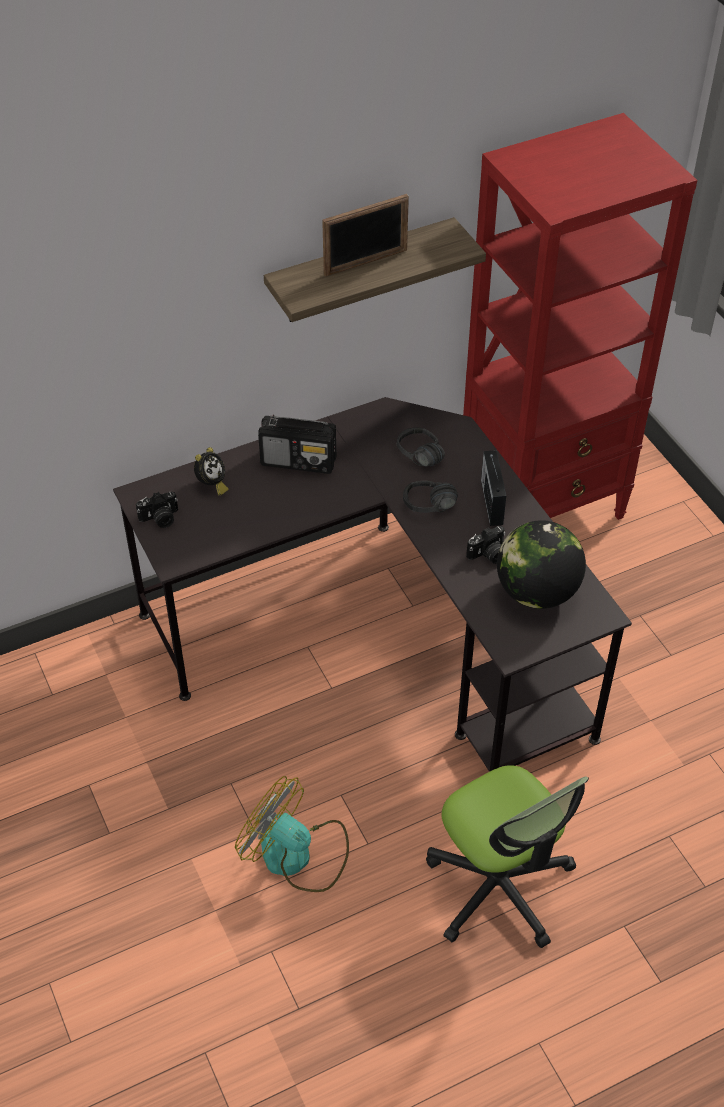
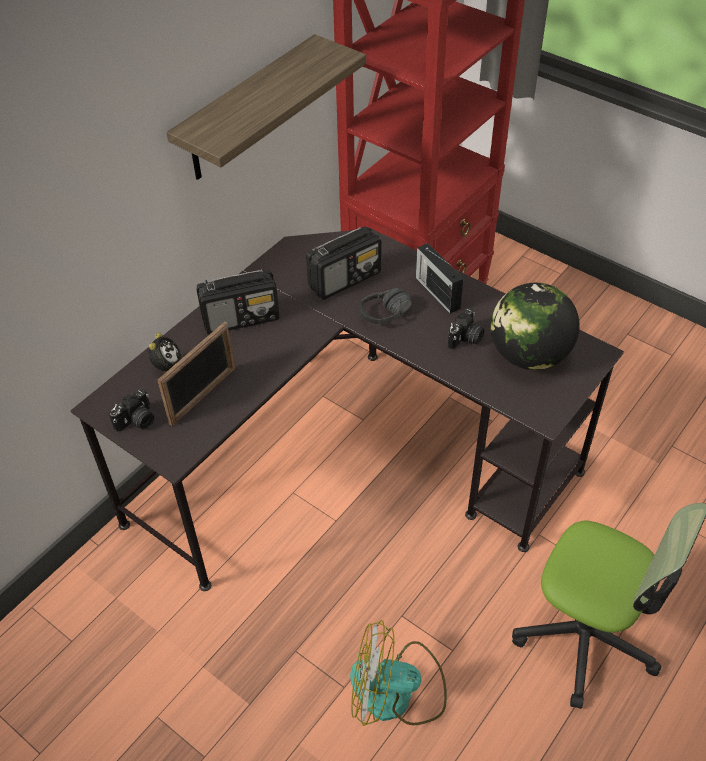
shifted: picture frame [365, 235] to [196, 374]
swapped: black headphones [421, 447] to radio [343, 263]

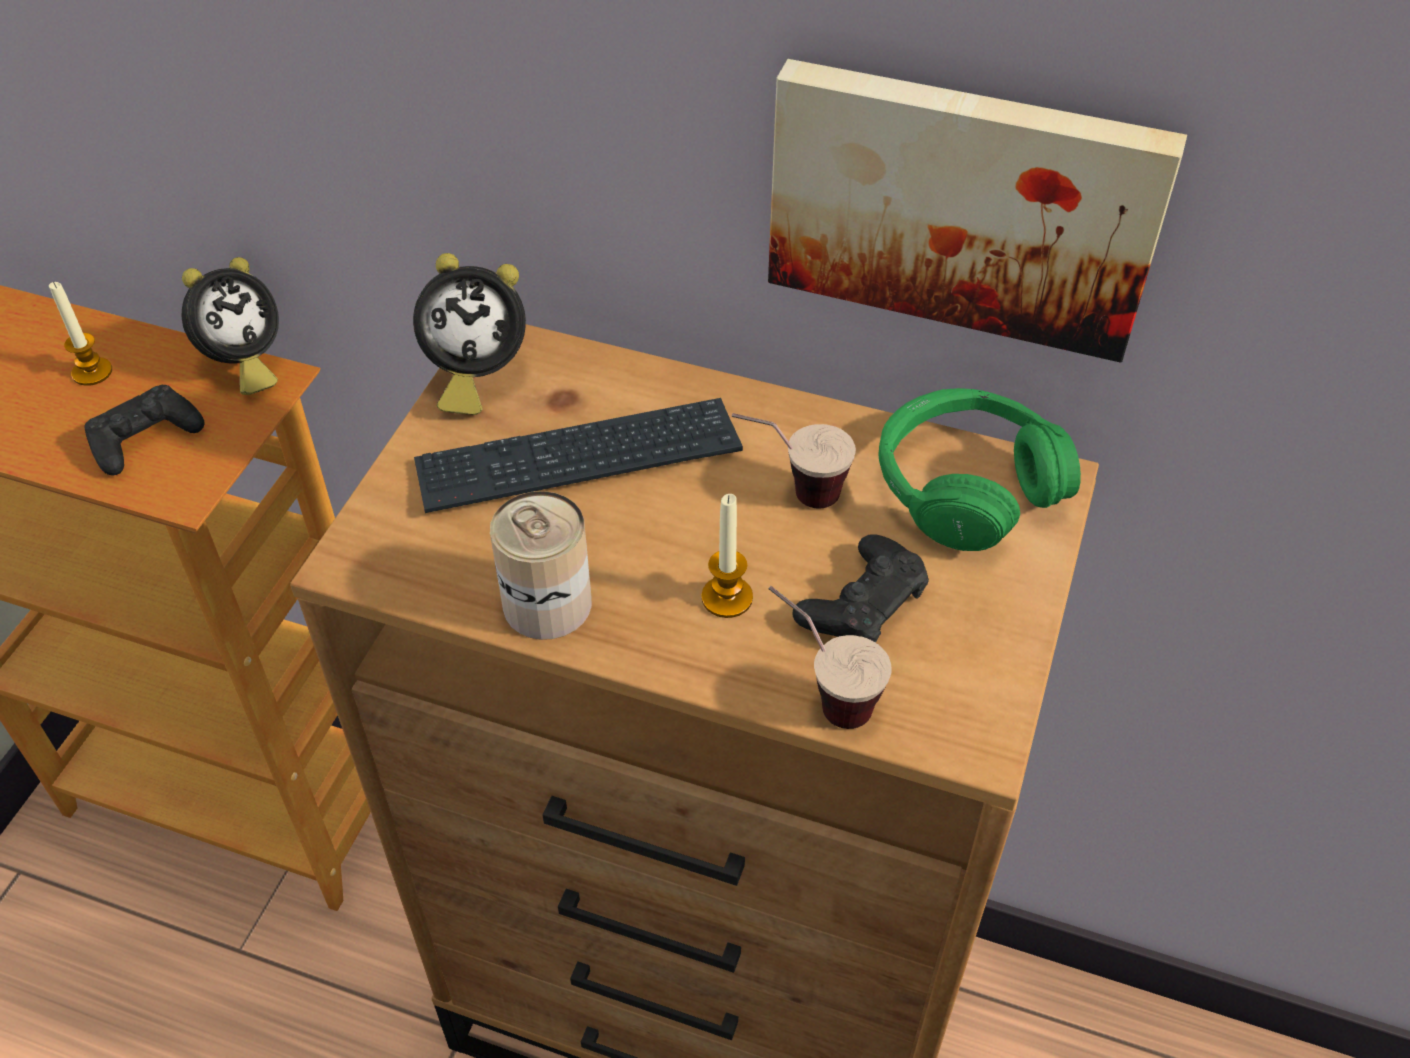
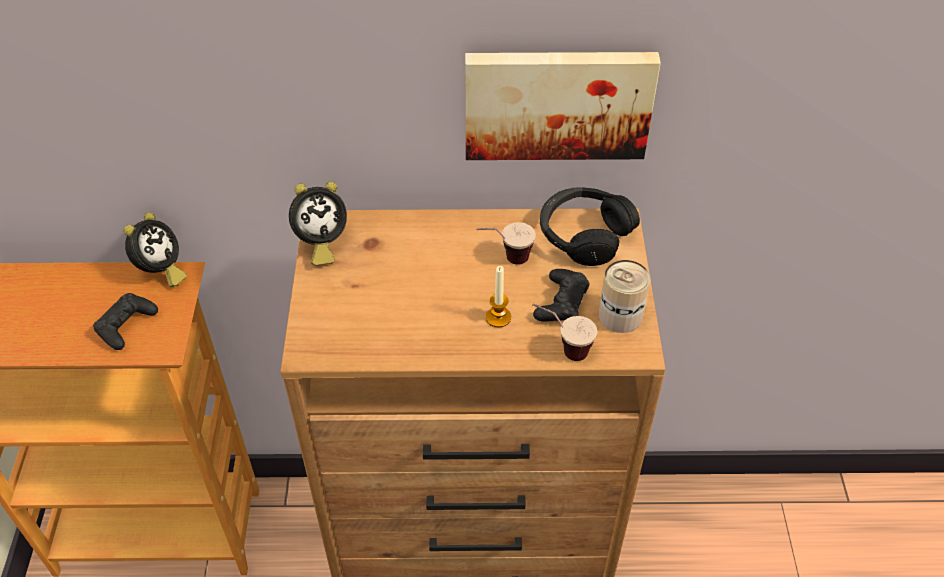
gone: candle [80, 334]; keyboard [578, 455]
shifted: can [541, 565] to [624, 296]
repainted: green headphones [979, 469] to black headphones [590, 226]

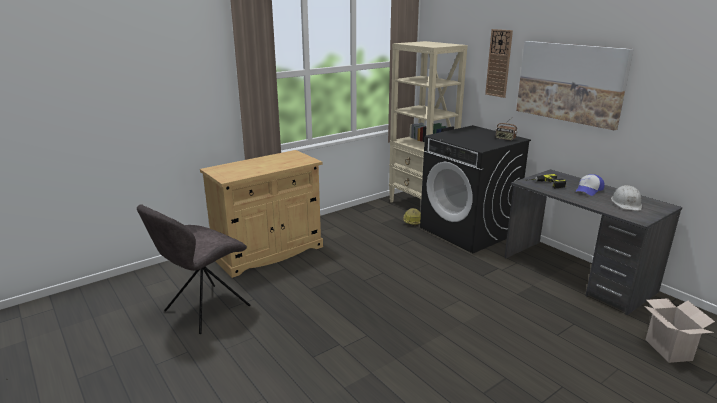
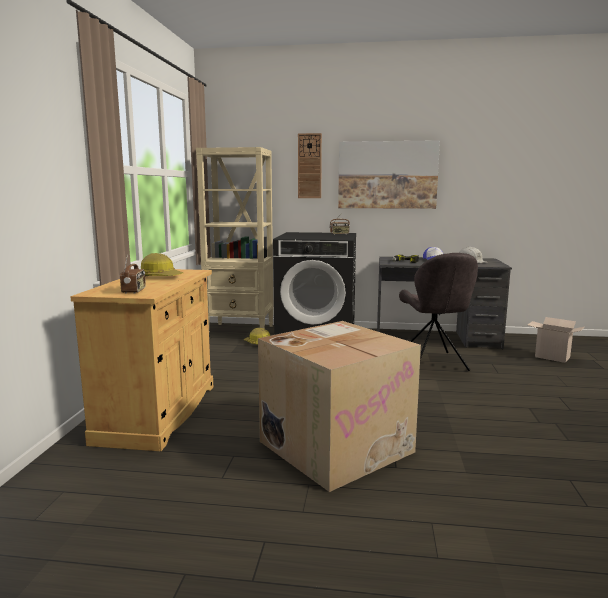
new: radio [133, 273]; hard hat [162, 265]; cardboard box [339, 406]
shifted: grey chair [193, 269] to [438, 312]

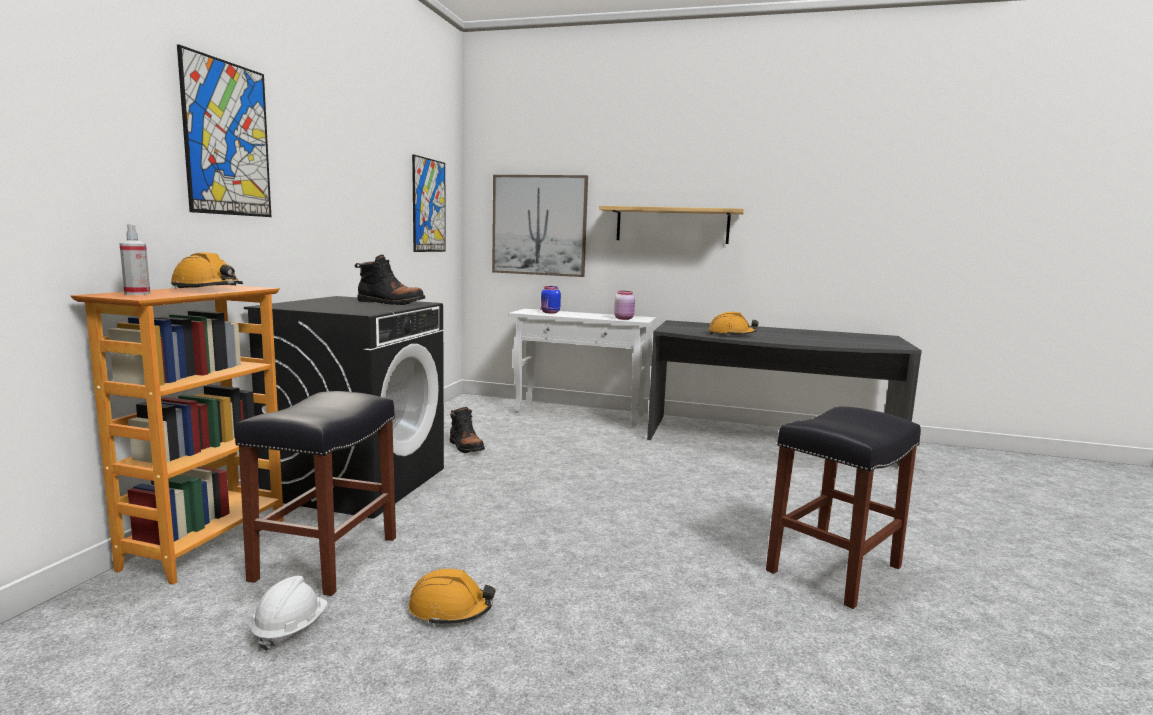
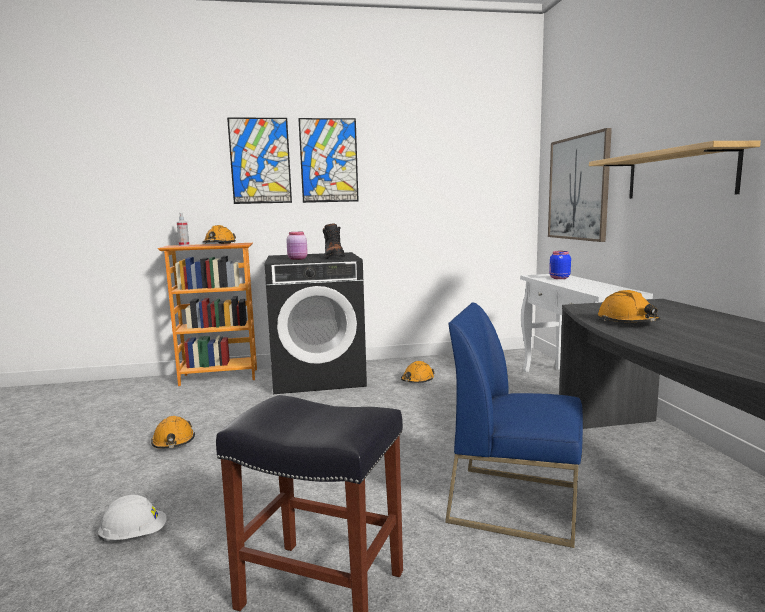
gone: black stool [315, 493]
new: blue chair [514, 425]
shifted: picture [429, 203] to [328, 160]; pink jar [624, 305] to [297, 246]; white hard hat [289, 613] to [132, 518]
swapped: black boot [467, 430] to orange hard hat [418, 372]

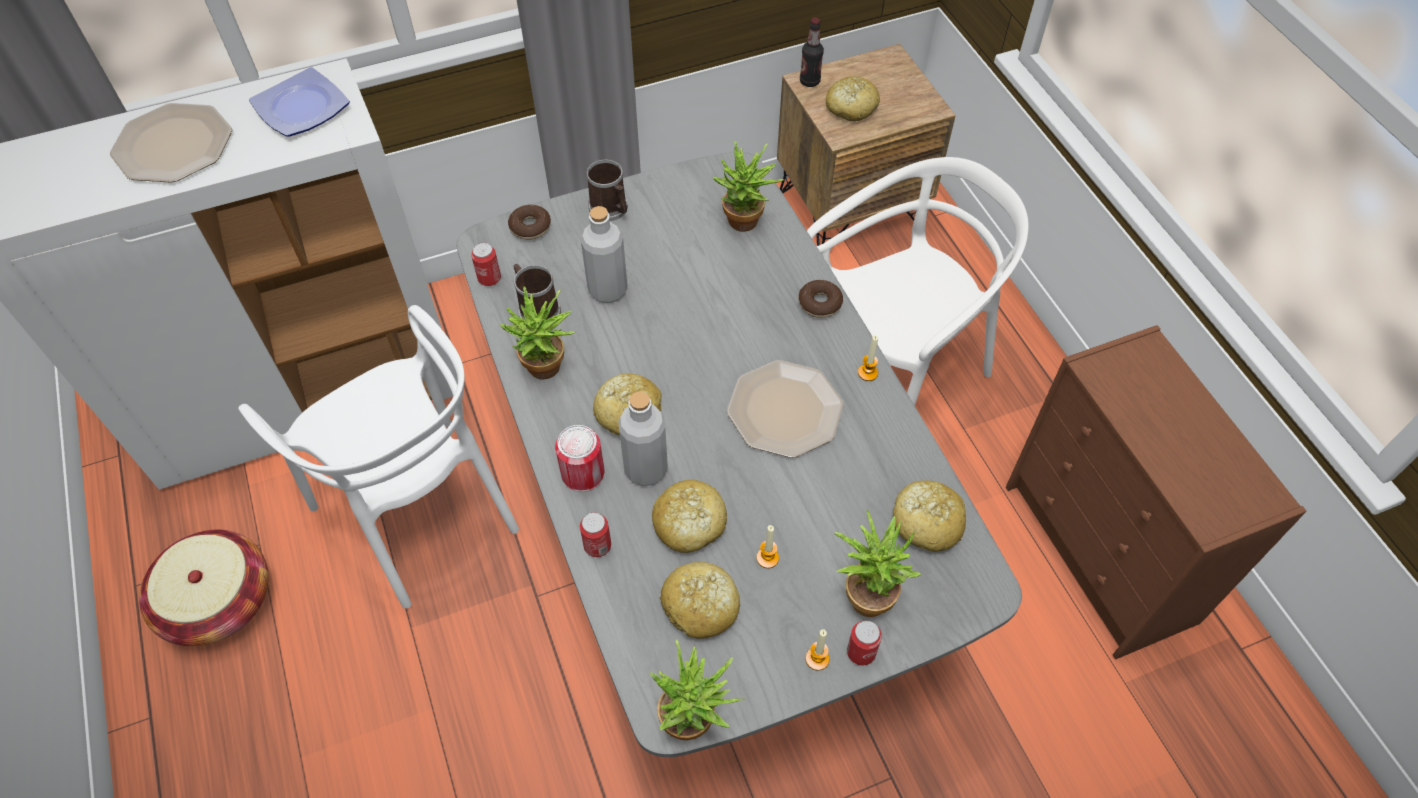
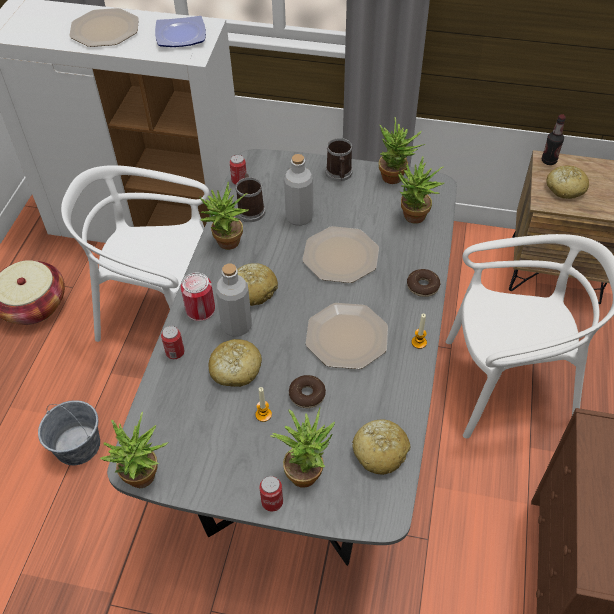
gone: bread [700, 600]; candle [817, 650]
new: potted plant [402, 150]; plate [340, 254]; grey bucket [69, 432]
shifted: donut [529, 222] to [307, 391]
rotated: white chair [378, 457] = [135, 253] 105 degrees clockwise

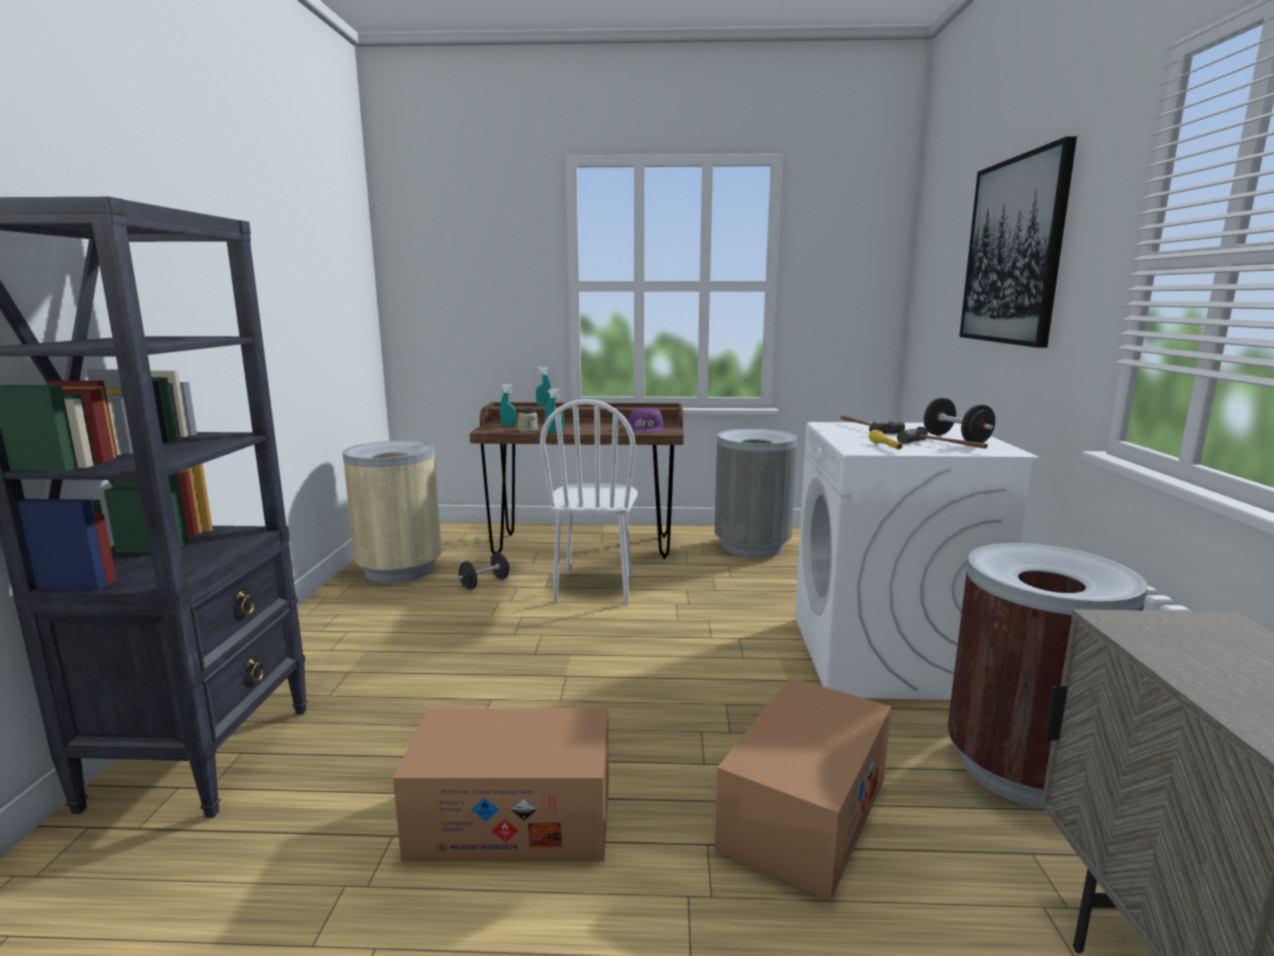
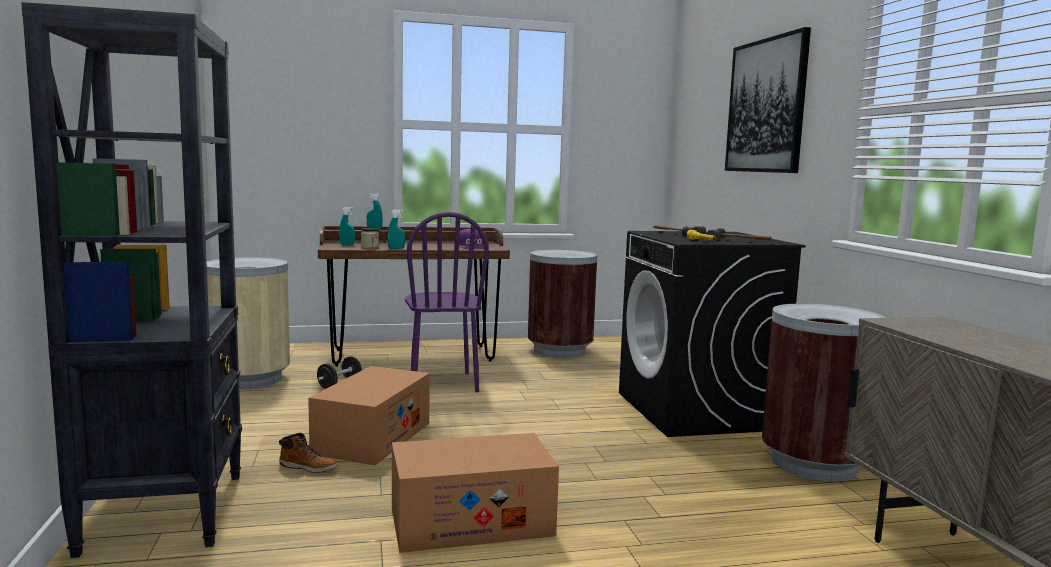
gone: black dumbbell [959, 420]
new: boot [308, 453]
shifted: cardboard box [803, 789] to [369, 415]
repainted: white chair [589, 502] to purple chair [447, 302]; white washing machine [917, 561] to black washing machine [712, 334]; grey trash can [756, 493] to brown trash can [562, 304]

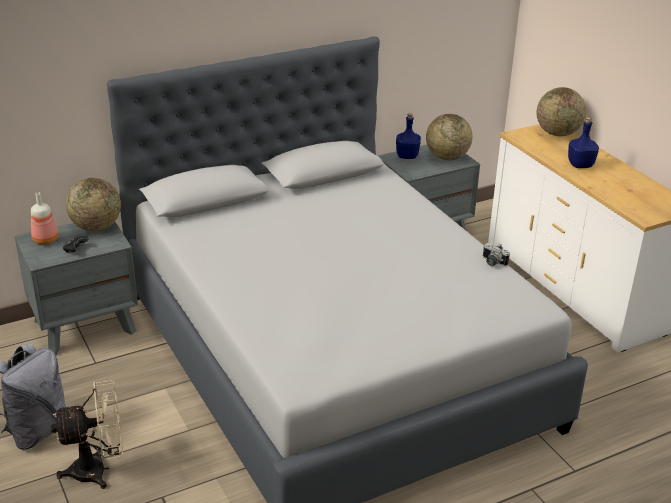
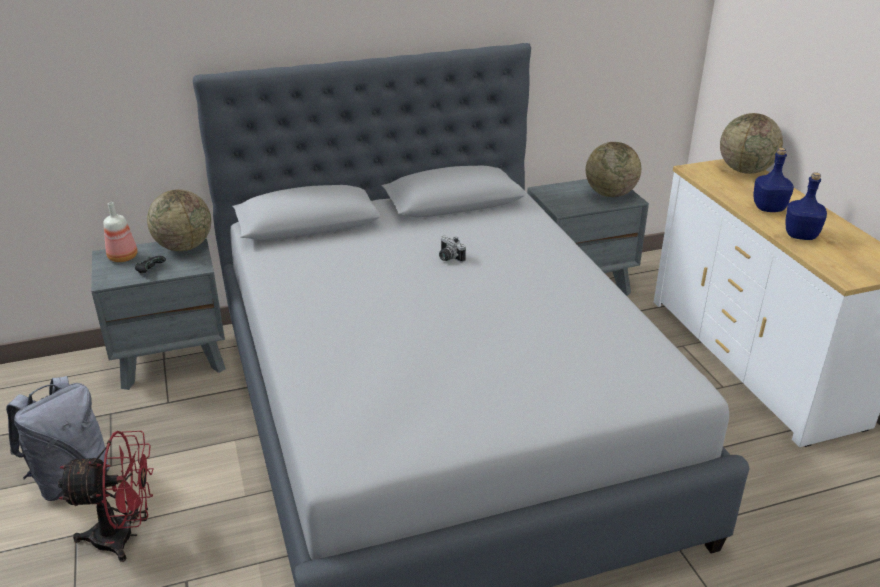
shifted: blue bottle [408, 136] to [806, 206]; photo camera [496, 254] to [452, 249]
repainted: beige fan [86, 435] to red fan [106, 496]

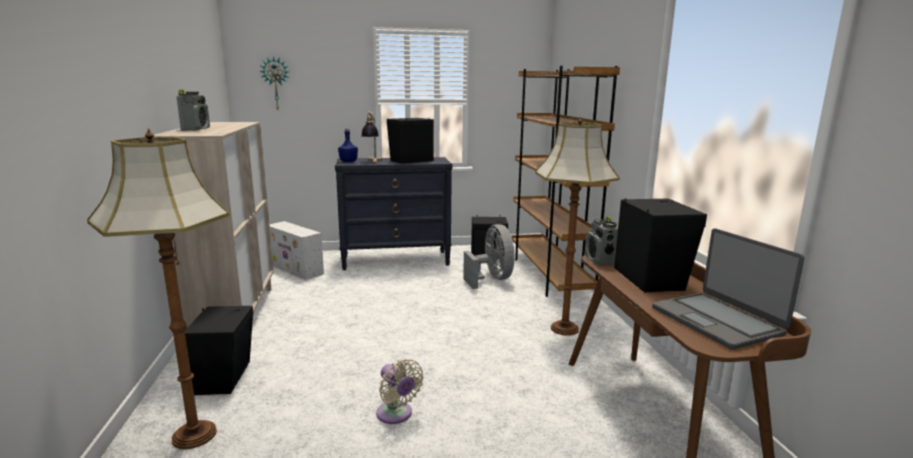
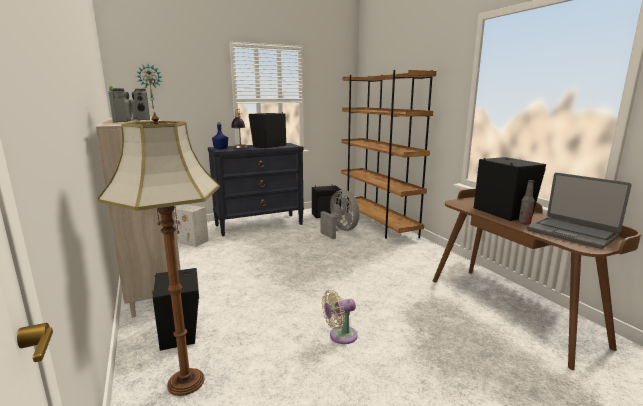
gone: floor lamp [577, 226]
new: bottle [526, 202]
shifted: radio [601, 240] to [140, 104]
rotated: beige fan [400, 391] = [340, 317] 120 degrees clockwise

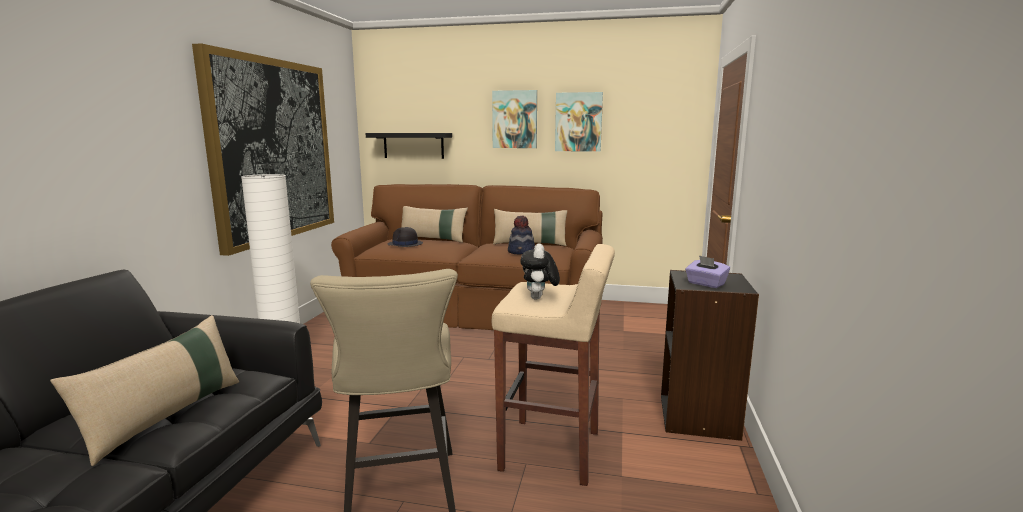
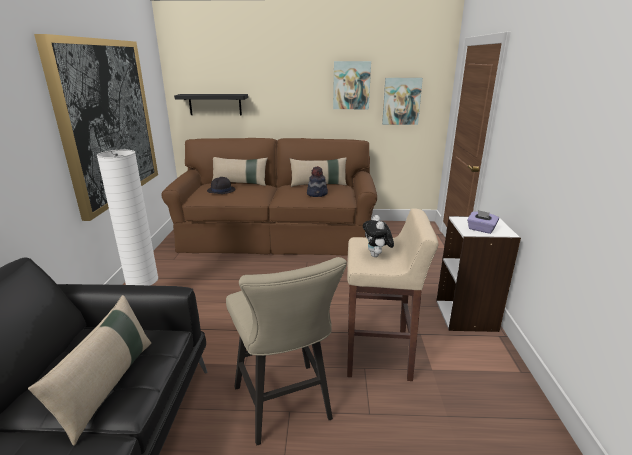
shifted: picture [514, 119] to [402, 101]
repainted: black bookcase [710, 355] to white bookcase [478, 274]

